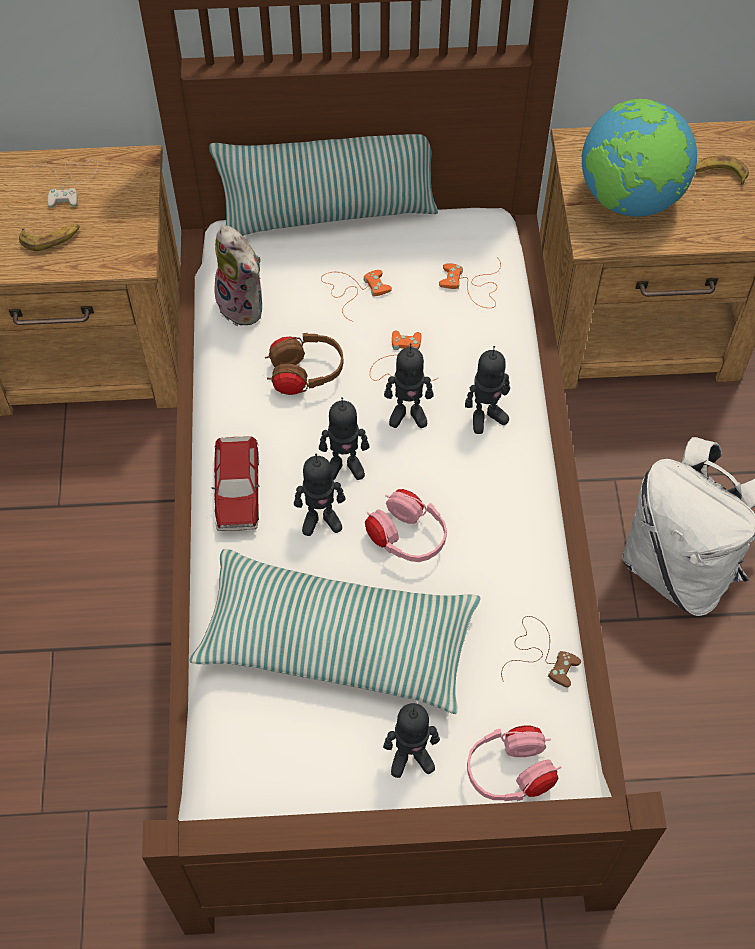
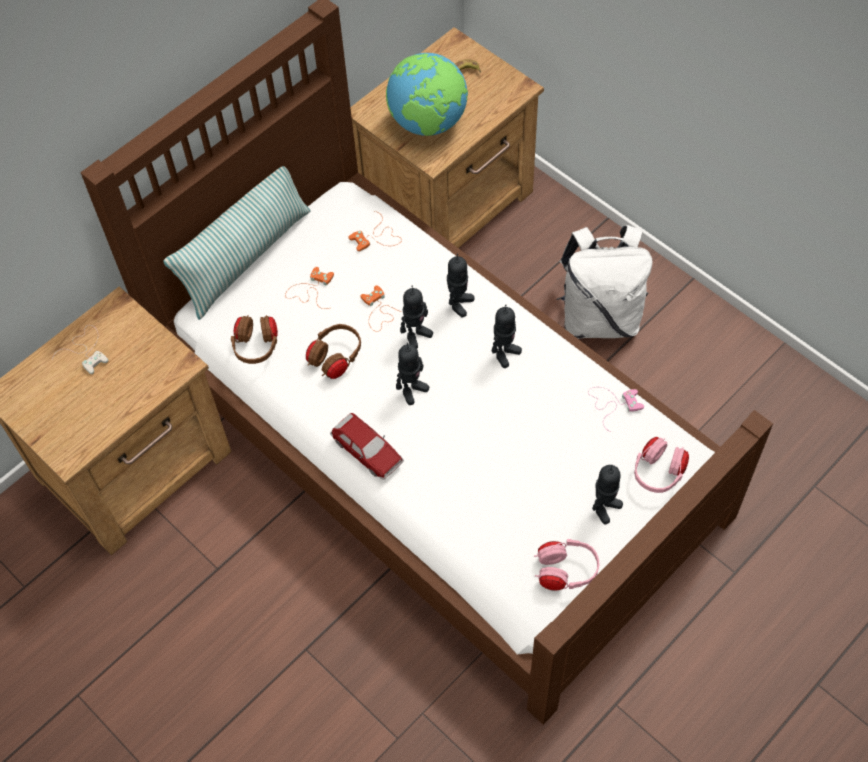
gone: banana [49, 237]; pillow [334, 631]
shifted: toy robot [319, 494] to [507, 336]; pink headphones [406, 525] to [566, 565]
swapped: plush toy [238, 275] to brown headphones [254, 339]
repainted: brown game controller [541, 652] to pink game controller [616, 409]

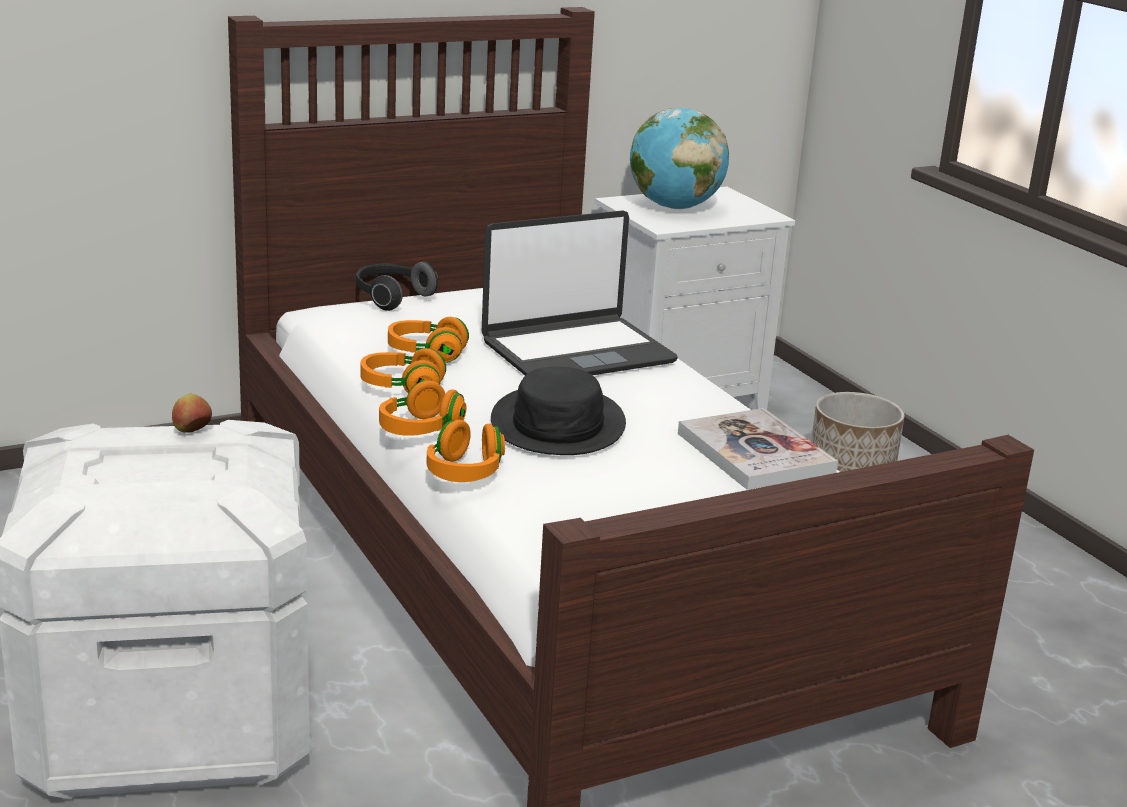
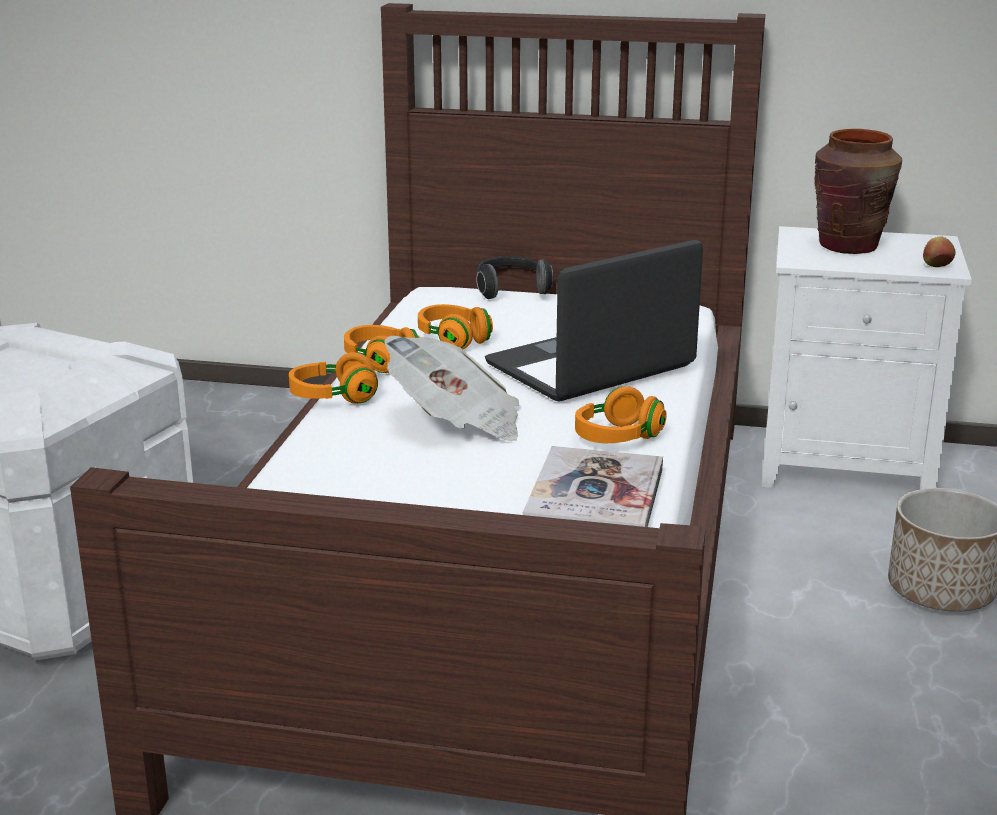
shifted: apple [192, 413] to [939, 251]; orange headphones [465, 451] to [621, 414]
swapped: globe [679, 158] to brown vase [858, 191]; black hat [558, 410] to newspaper [451, 388]
rotated: laptop [580, 292] = [594, 321] 135 degrees clockwise

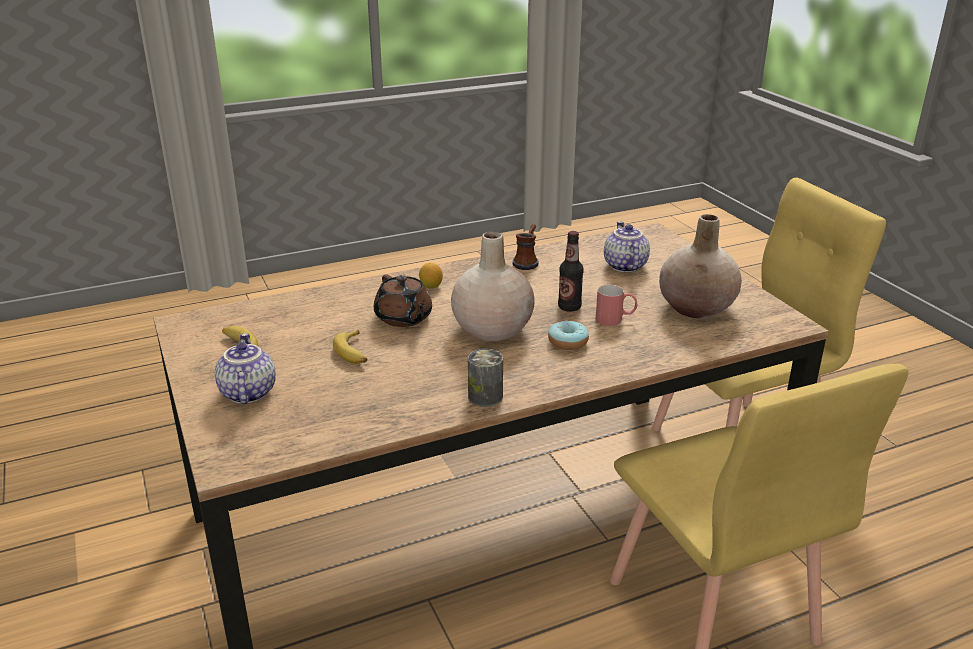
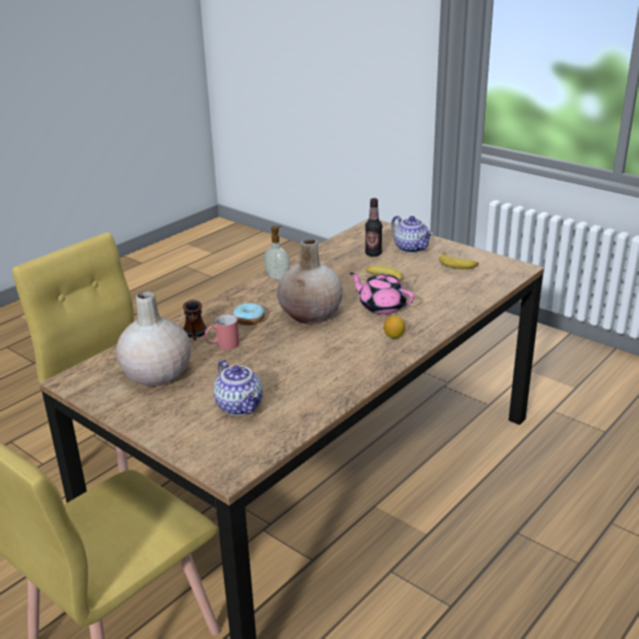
shifted: mug [525, 247] to [195, 320]; bottle [571, 271] to [373, 227]
swapped: can [485, 378] to soap dispenser [277, 253]
repainted: brown teapot [403, 300] to pink teapot [382, 293]

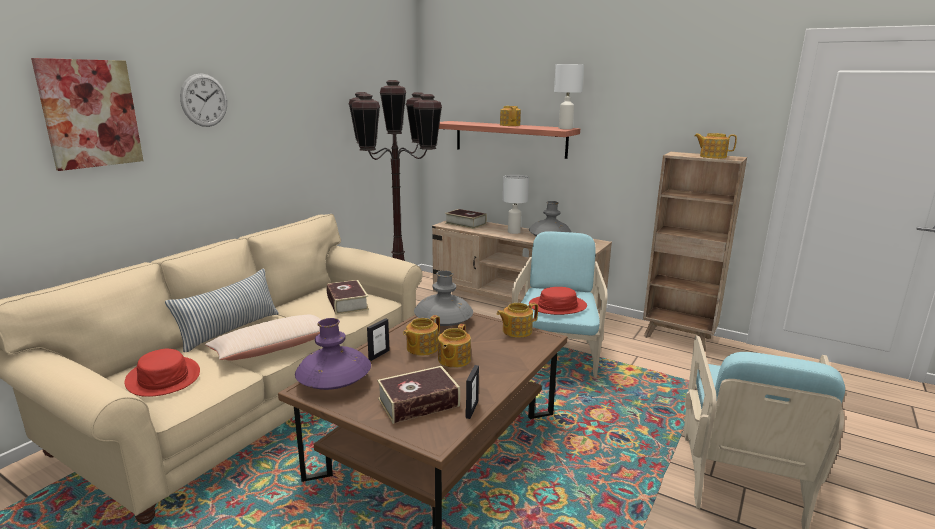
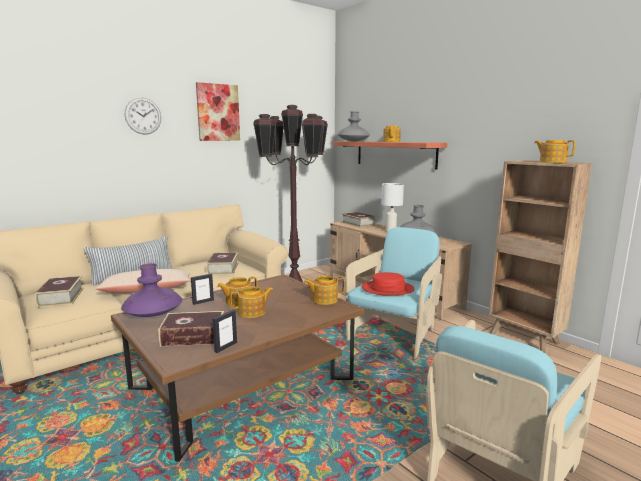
gone: white table lamp [569, 96]
shifted: picture [87, 114] to [218, 111]; grey vase [443, 298] to [353, 126]
swapped: red hat [162, 373] to book [59, 291]
rotated: teapot [454, 346] = [251, 302] 150 degrees counterclockwise

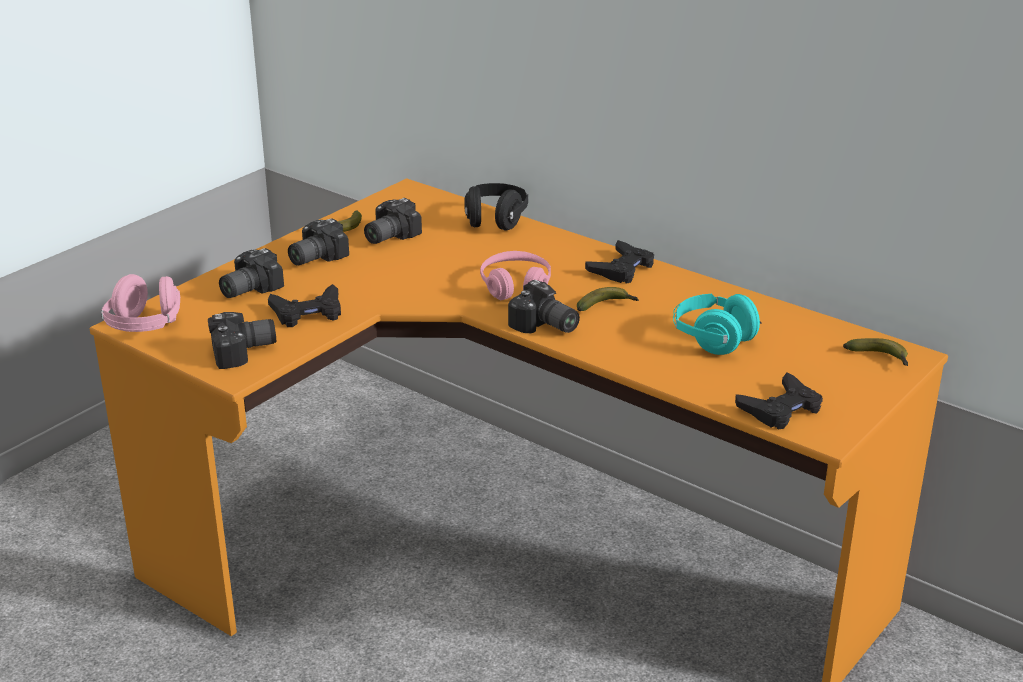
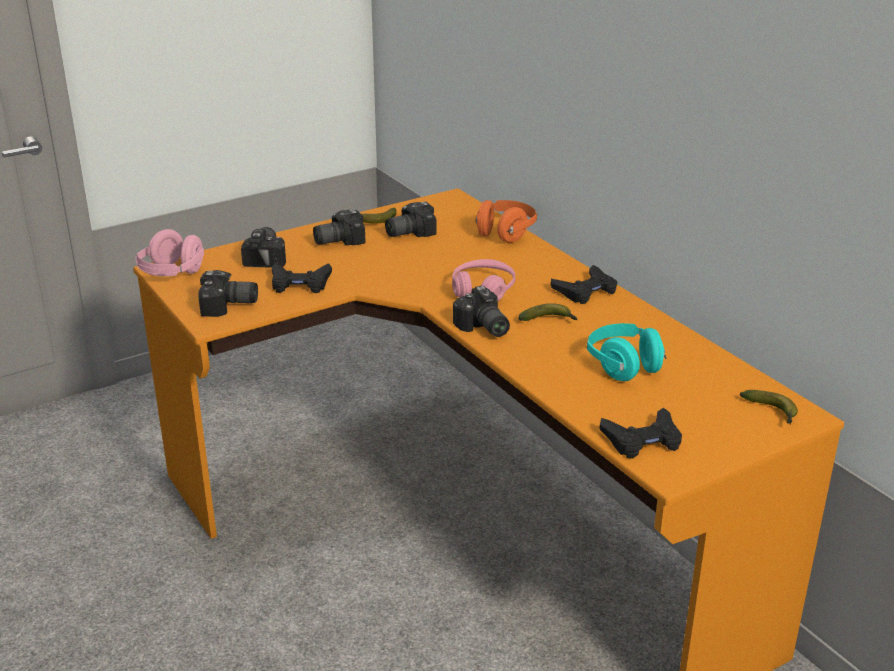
repainted: black headphones [496, 207] to orange headphones [506, 221]
rotated: photo camera [251, 273] = [263, 247] 120 degrees clockwise

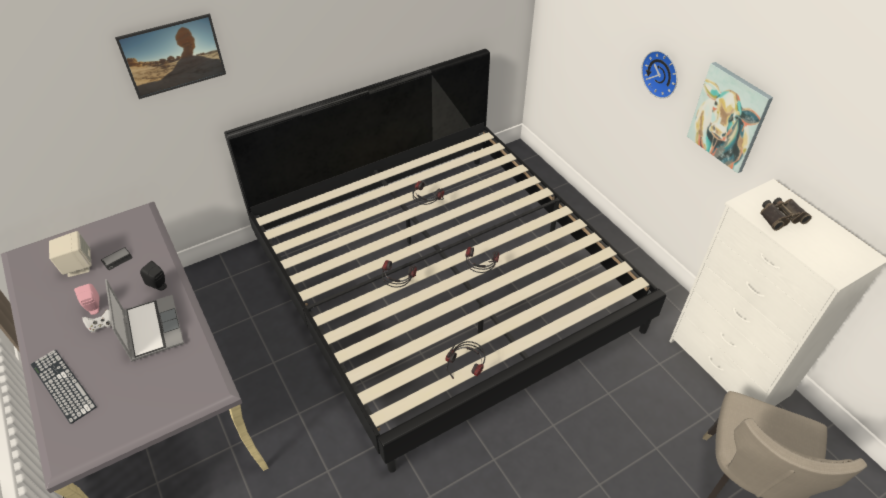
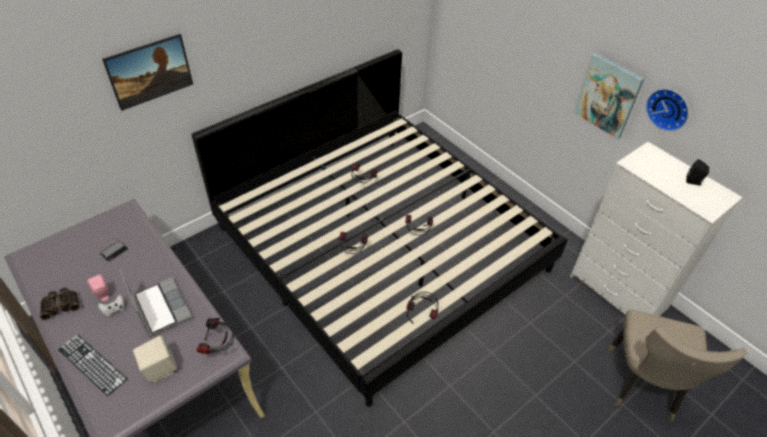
new: headphones [215, 336]
shifted: wall clock [659, 75] to [667, 110]; binoculars [786, 214] to [60, 304]; beige speaker [70, 254] to [155, 359]; black speaker [153, 276] to [697, 172]

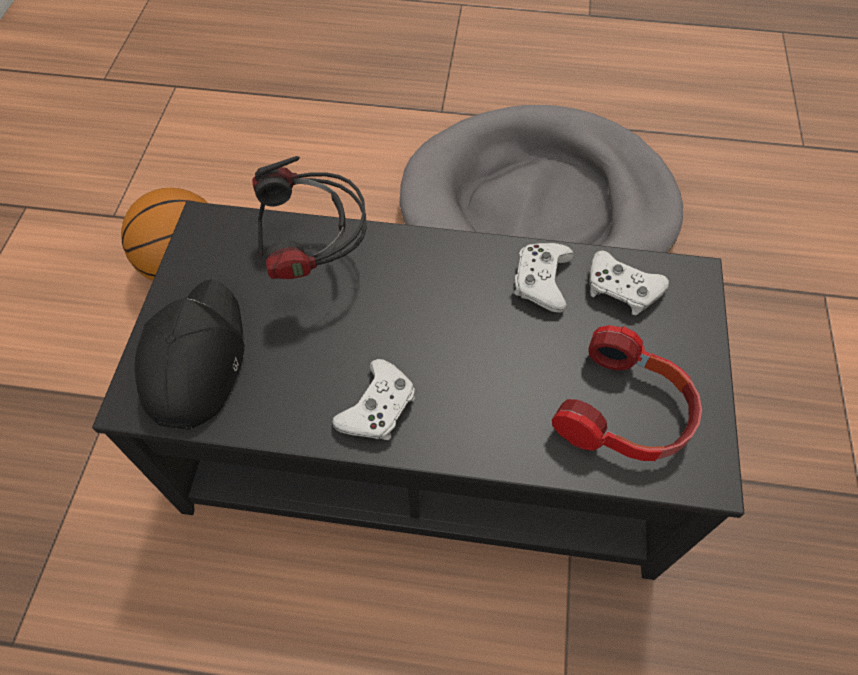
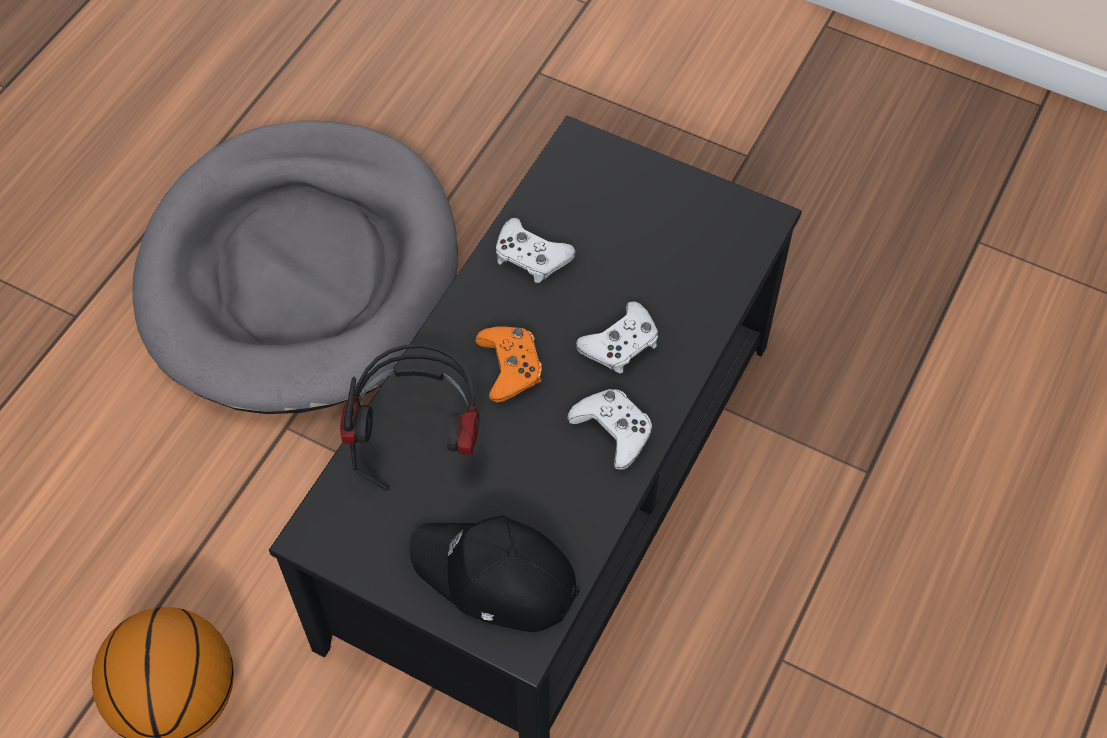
gone: headphones [627, 393]
new: orange game controller [508, 364]
shifted: white game controller [629, 282] to [617, 337]

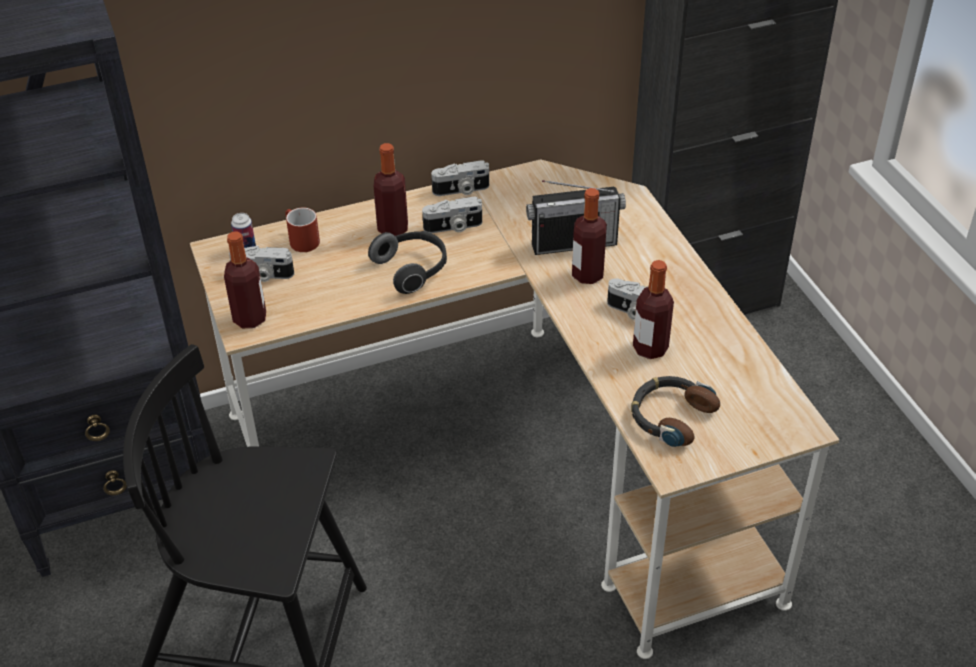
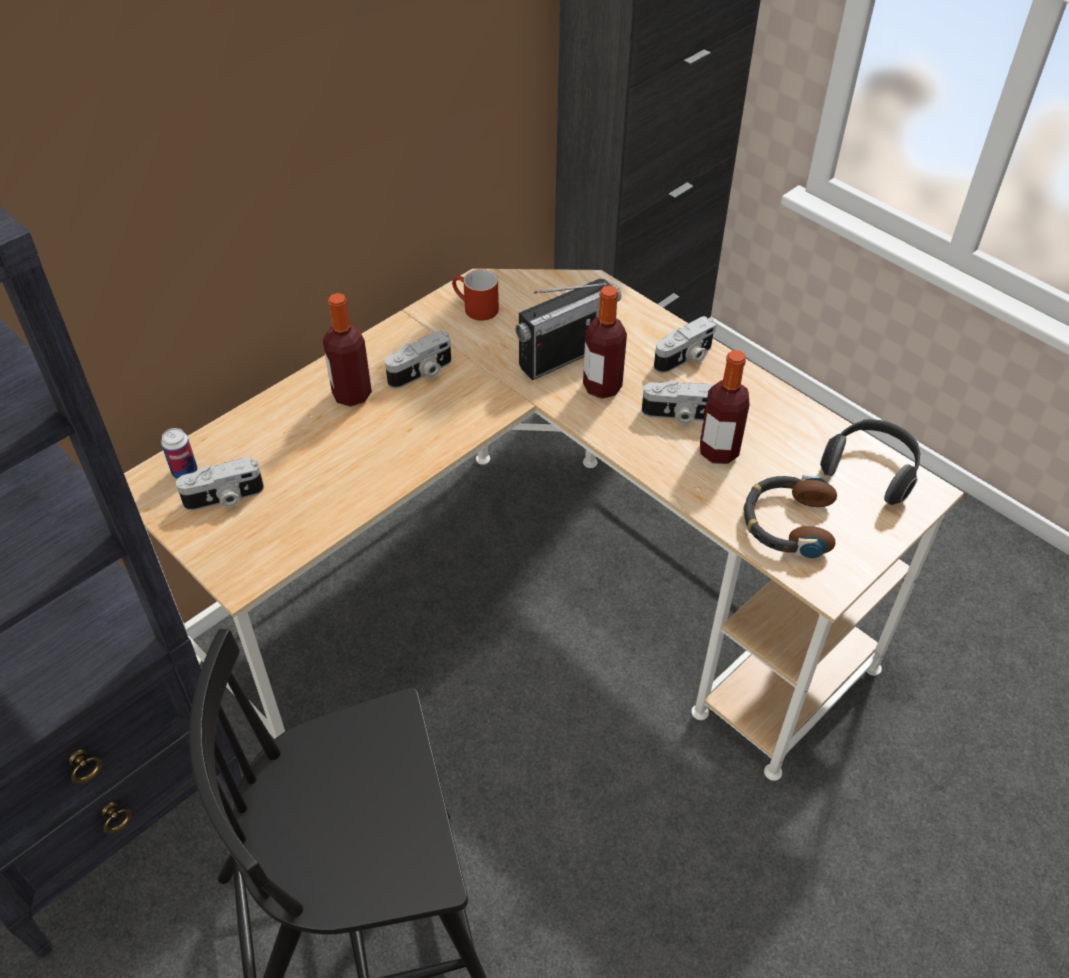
gone: bottle [245, 280]
shifted: photo camera [460, 178] to [685, 344]; red mug [302, 230] to [475, 295]; headphones [407, 262] to [870, 462]

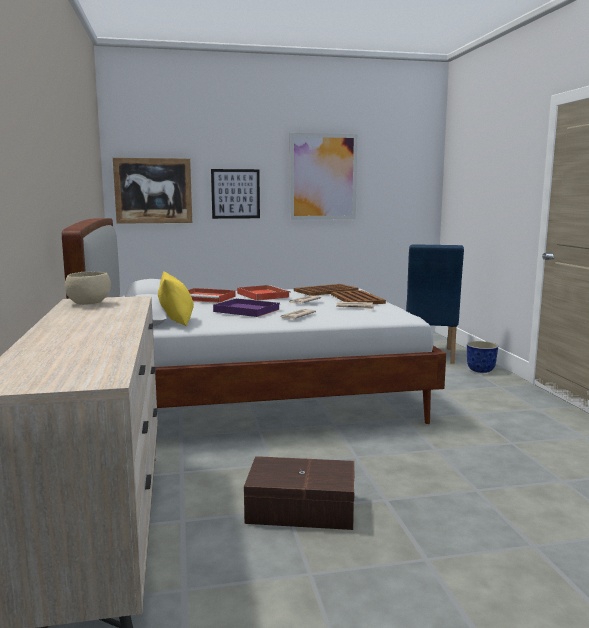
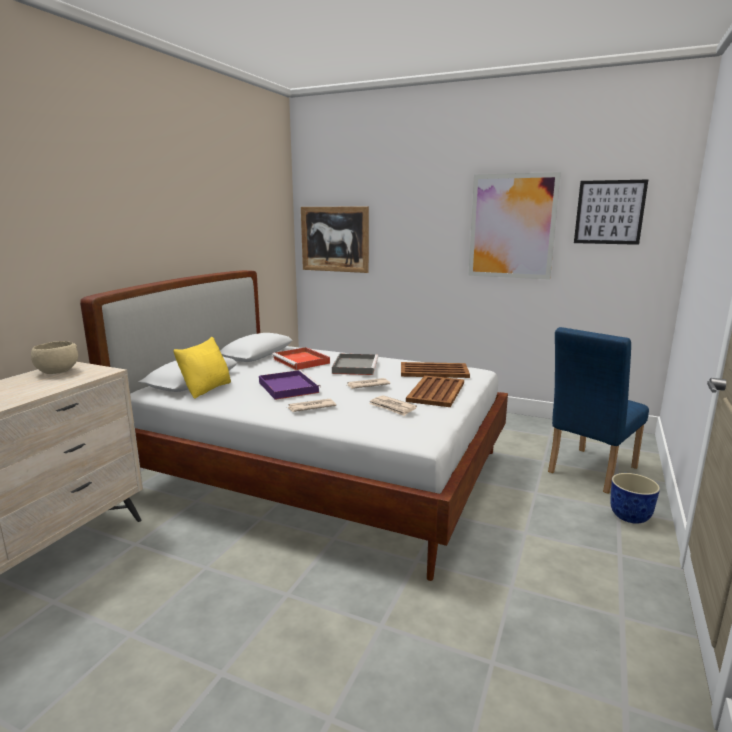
gone: brown storage box [299, 493]
shifted: picture [235, 194] to [611, 212]
repainted: red tray [264, 292] to grey tray [355, 364]

